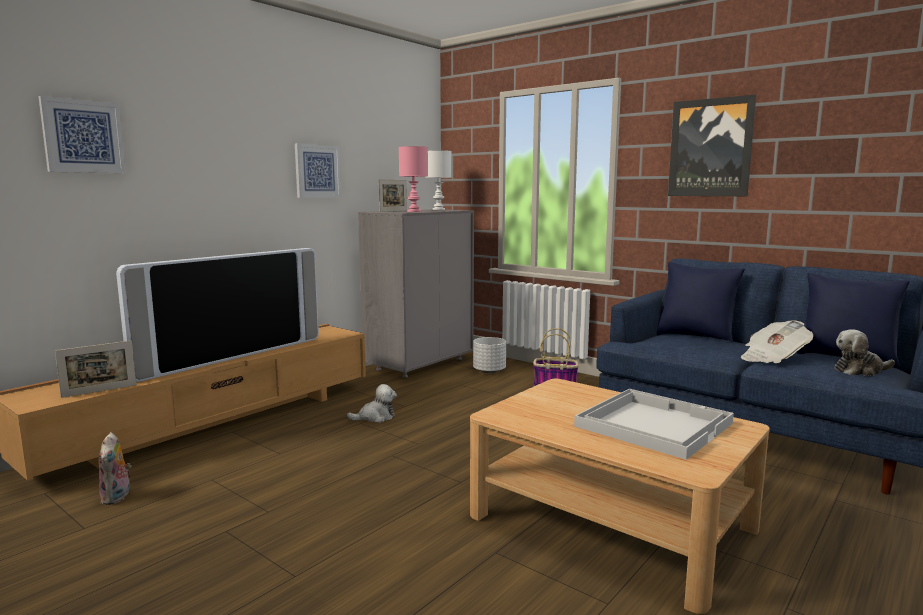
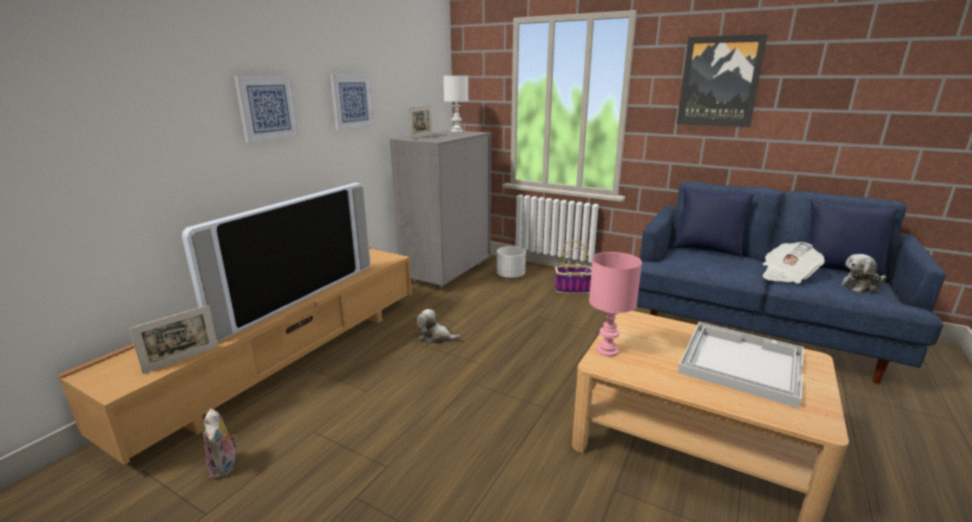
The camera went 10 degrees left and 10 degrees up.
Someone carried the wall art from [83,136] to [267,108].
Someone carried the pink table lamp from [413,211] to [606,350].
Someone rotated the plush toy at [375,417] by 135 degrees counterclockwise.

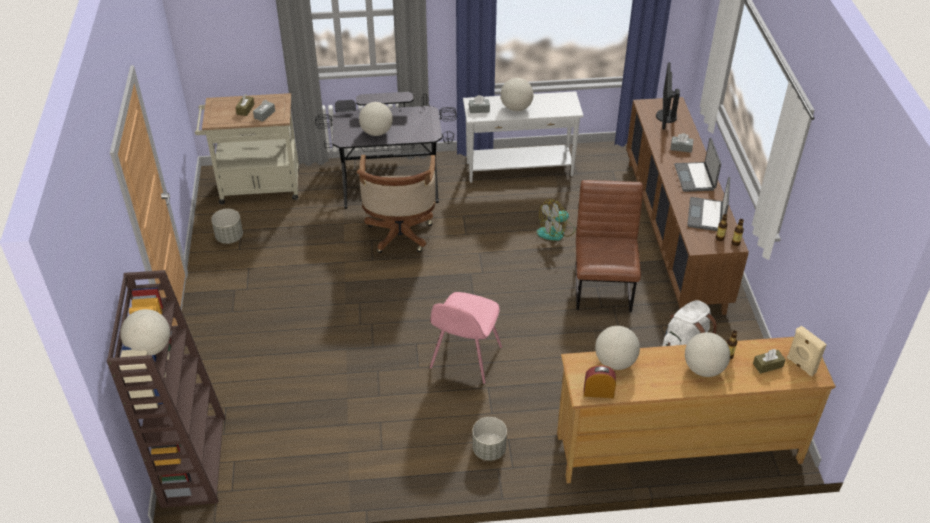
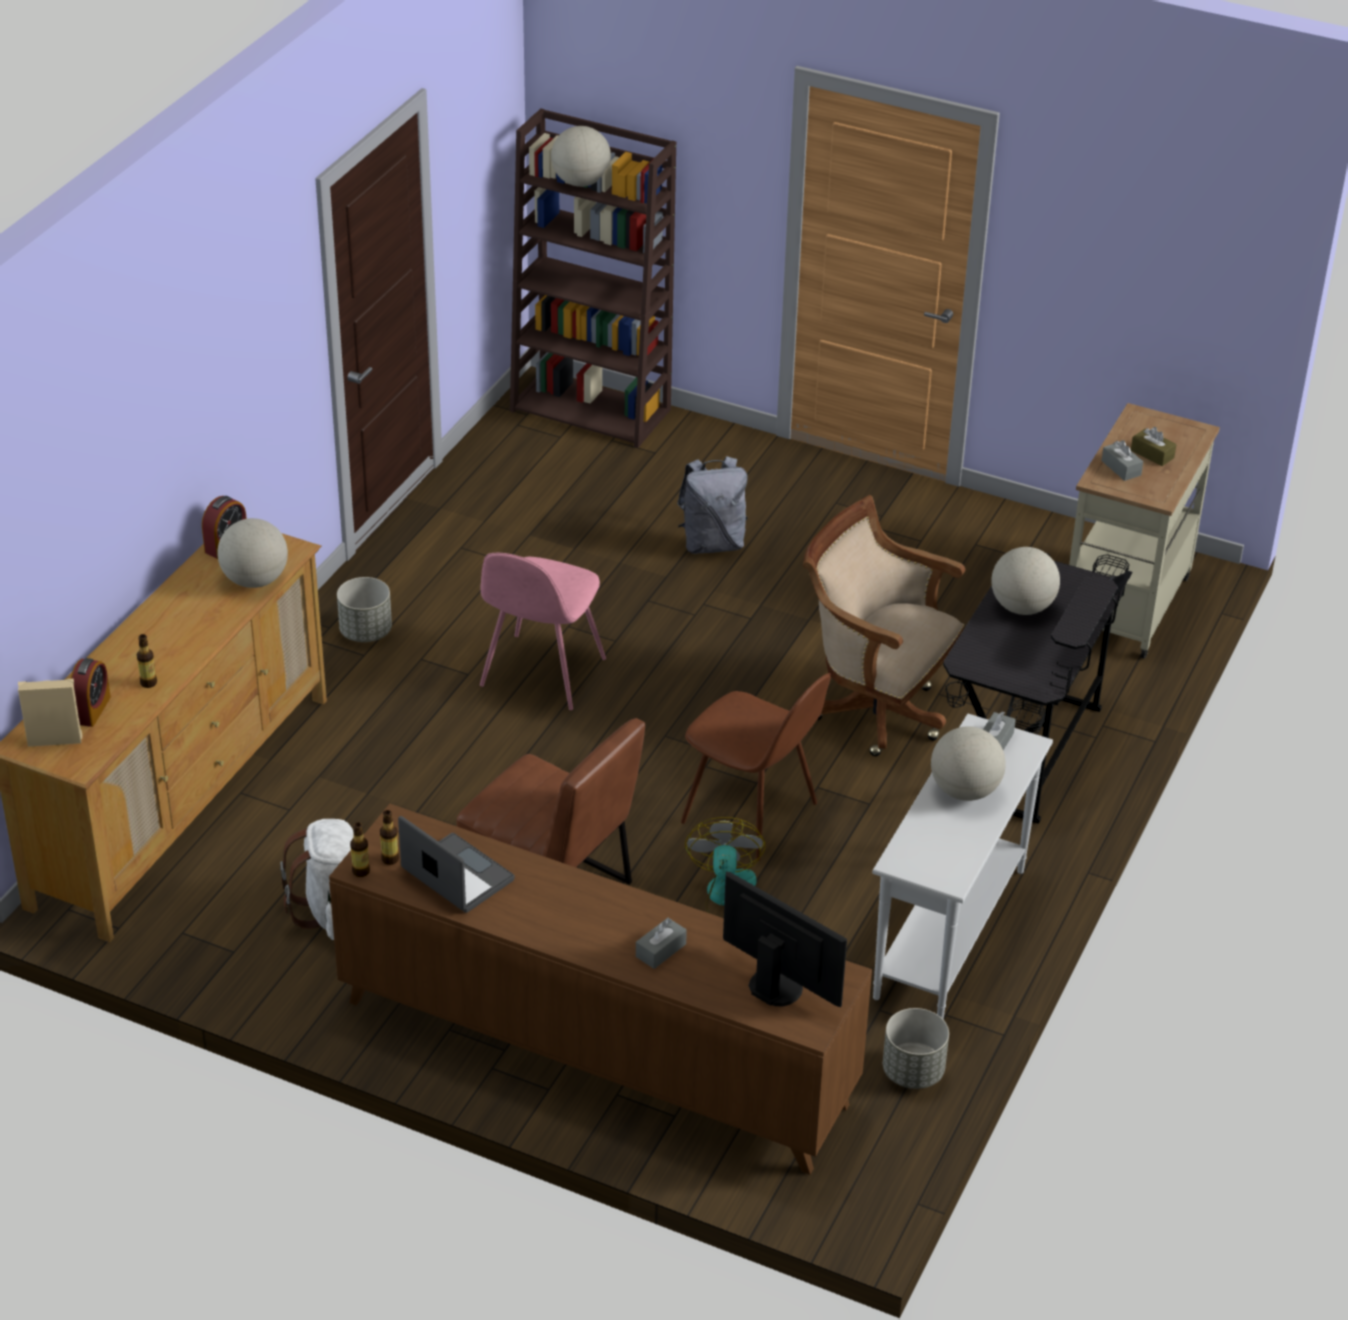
The camera went 120 degrees right and 5 degrees down.
Someone took away the laptop at [695,178].
Someone took away the globe at [703,368].
Someone put down the grey rucksack at [712,543].
Someone put down the brown plain chair at [752,815].
Someone carried the grey plant pot from [229,237] to [913,1072].
Someone swapped the brown tissue holder at [767,365] for the alarm clock at [92,710].
Someone rotated the pink plain chair at [465,359] by 120 degrees counterclockwise.

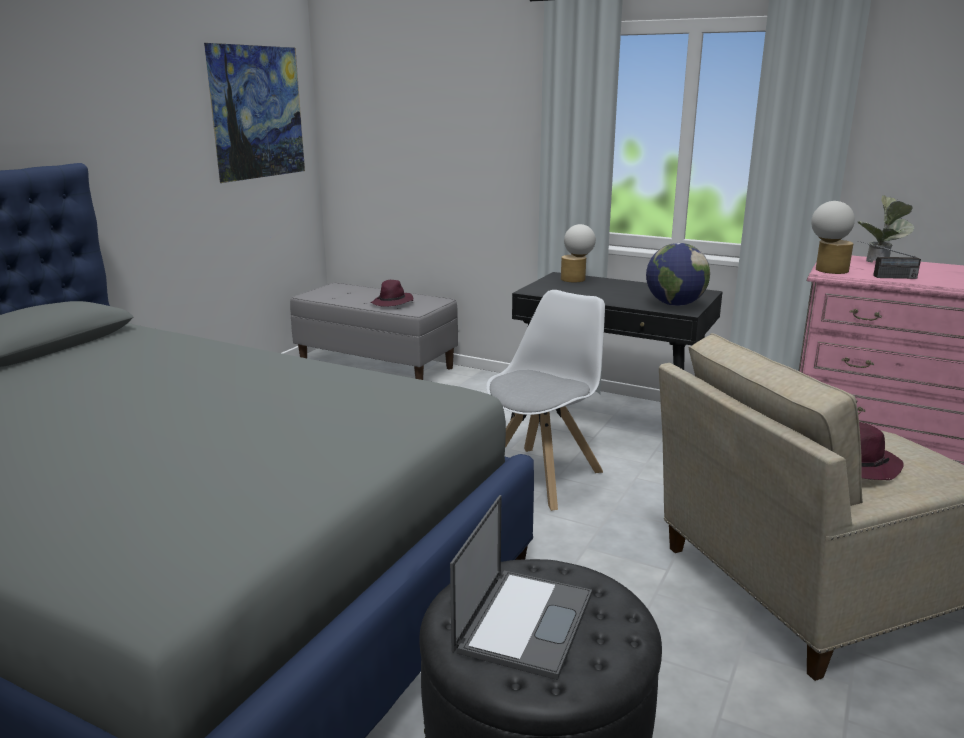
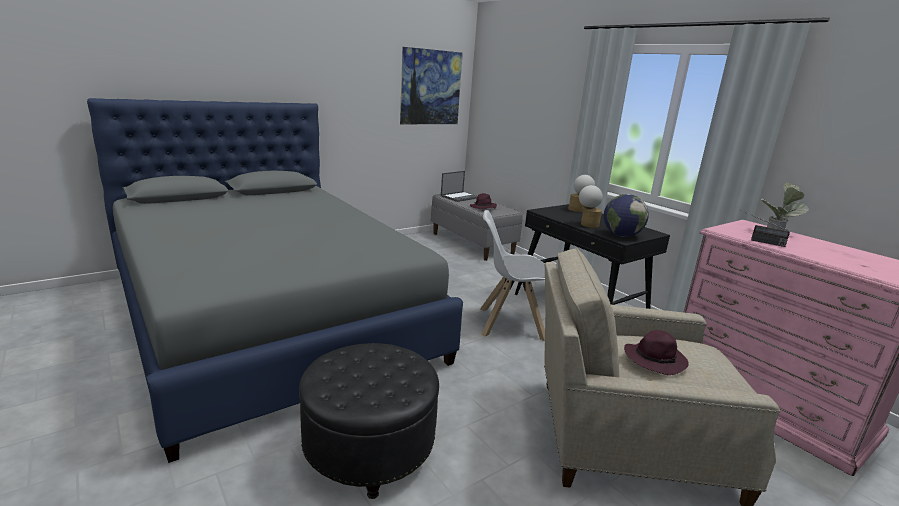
The camera went 25 degrees right and 0 degrees up.
Someone carried the laptop from [524,620] to [460,197].
Someone carried the table lamp from [826,270] to [587,224].
Someone rotated the plain chair at [542,475] by 150 degrees counterclockwise.

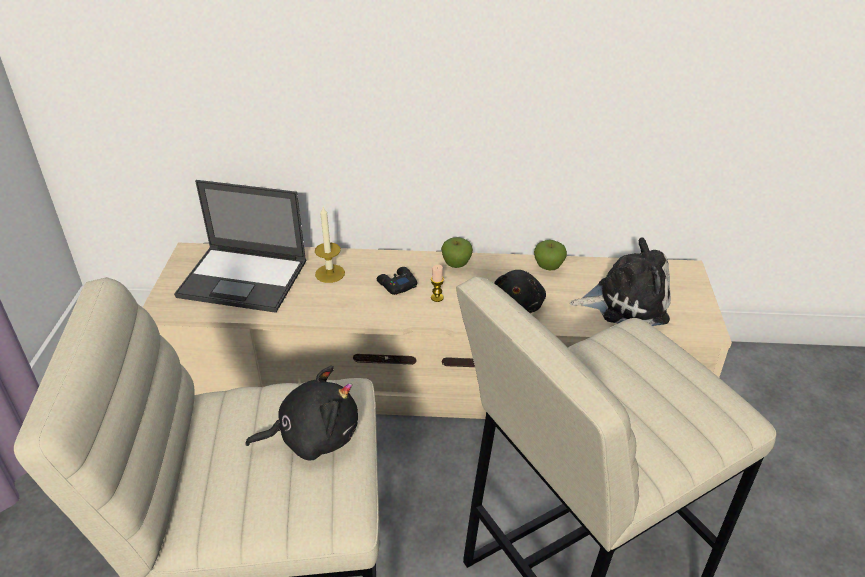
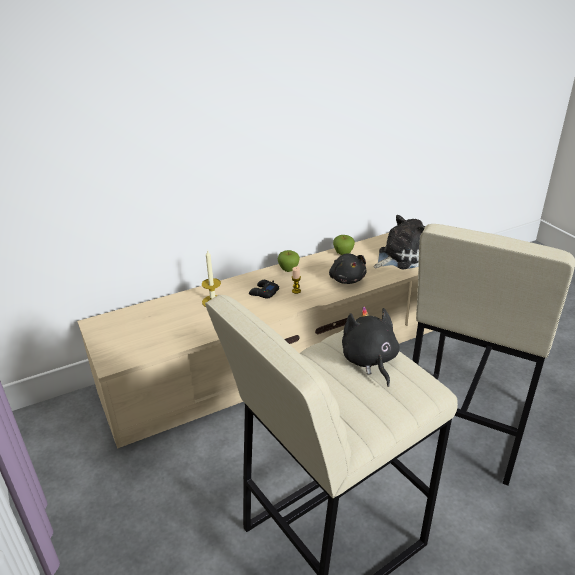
The camera went 30 degrees left and 5 degrees down.
Someone took away the laptop at [244,279].
Someone rotated the blackish plush toy at [313,437] by 60 degrees counterclockwise.

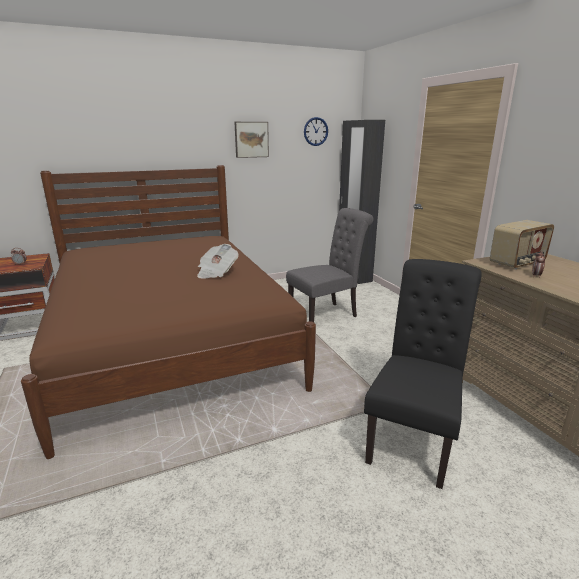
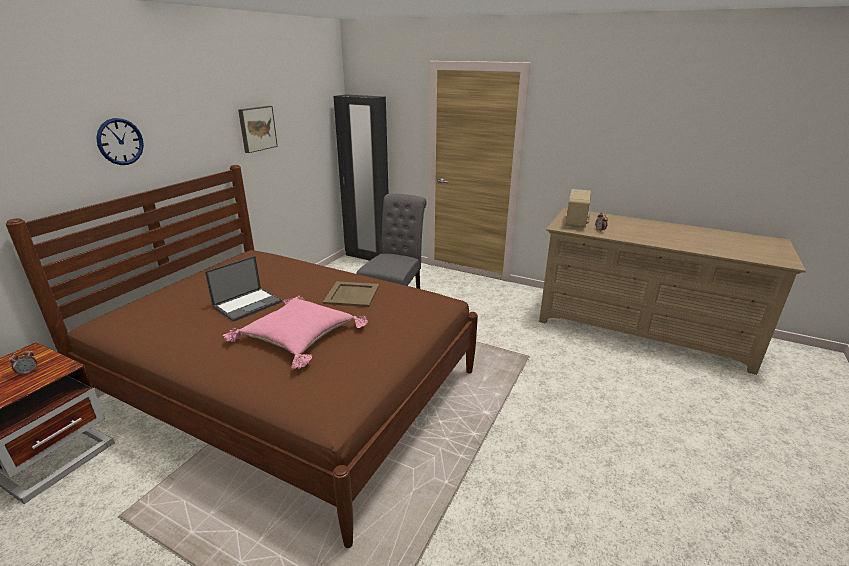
The camera went 40 degrees left and 5 degrees up.
Someone took away the blackish plain chair at [413,437].
Someone put down the laptop at [248,304].
Someone put down the pink pillow at [298,334].
Someone carried the hanging clock from [315,131] to [120,141].
Someone swapped the newspaper at [216,272] for the beige-coloured tray at [352,294].

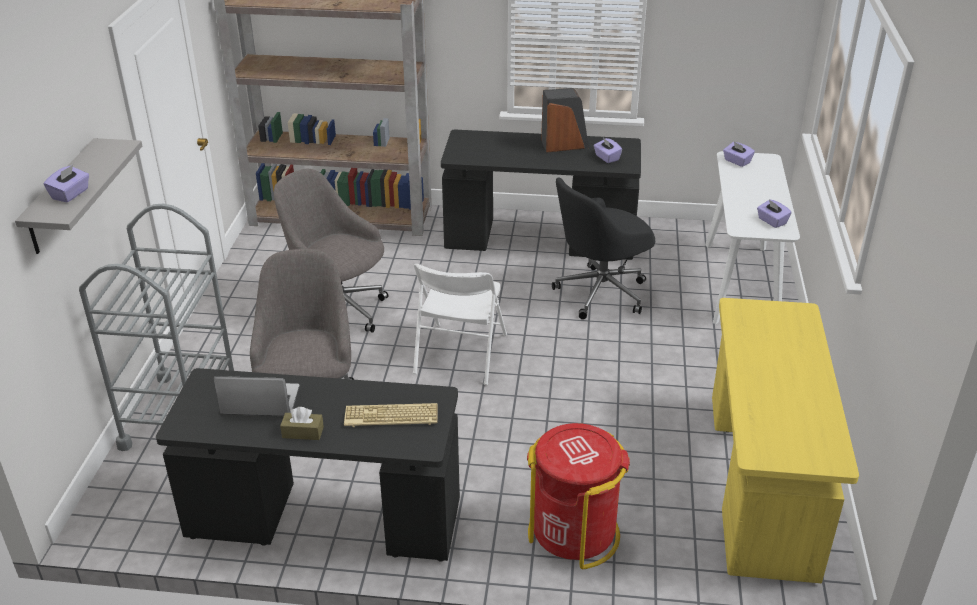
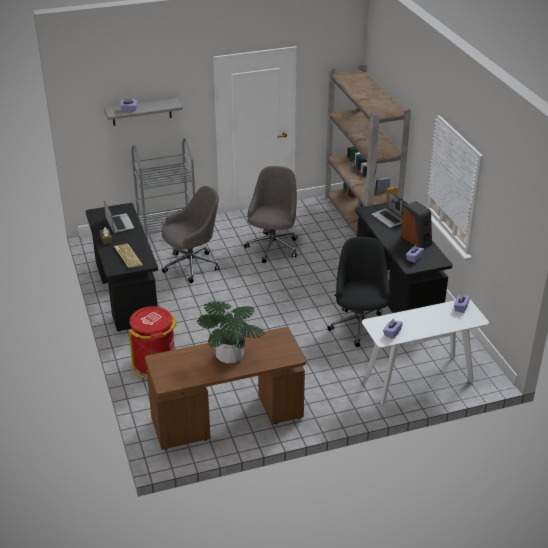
The camera went 65 degrees right and 0 degrees up.
Someone took away the white plain chair at [460,354].
Someone put down the houseplant at [230,356].
Someone put down the laptop at [389,218].
Someone repainted the yellowish desk unit at [761,484], which became the brown desk unit at [227,419].
Someone rotated the blackish desk chair at [600,294] by 60 degrees clockwise.

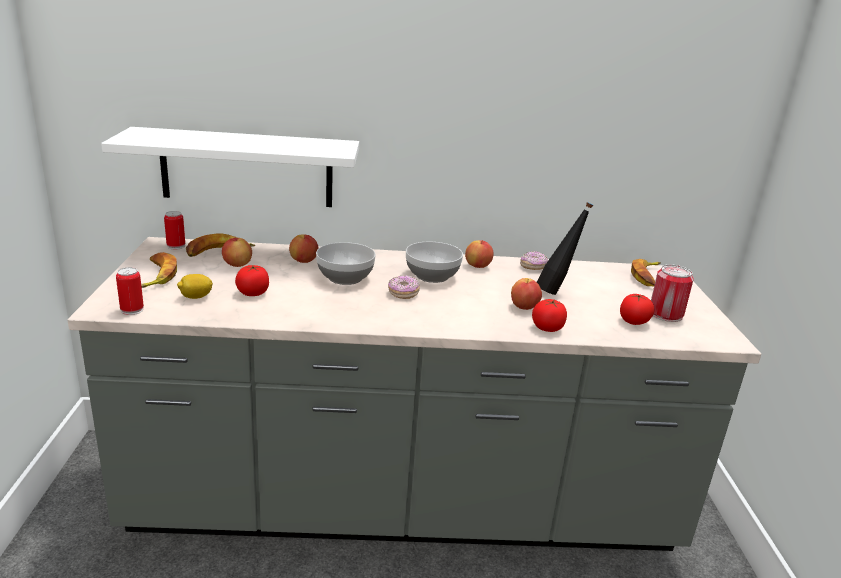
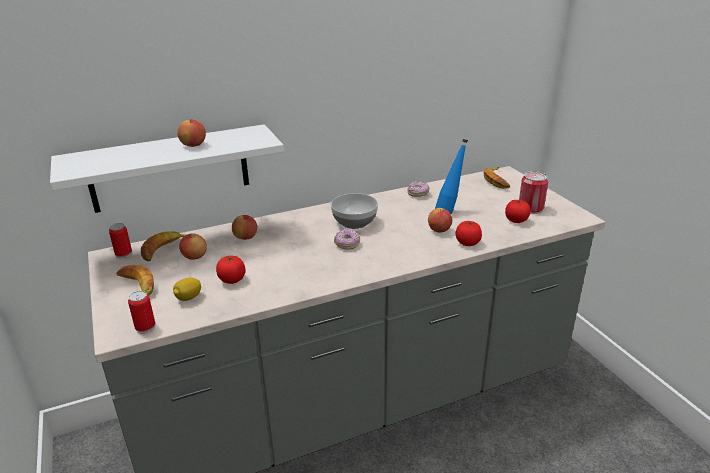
The camera went 20 degrees left and 5 degrees up.
Someone took away the deep dish at [346,277].
Someone carried the apple fruit from [478,266] to [194,145].
Someone repainted the blackish bottle at [556,291], which became the blue bottle at [449,210].

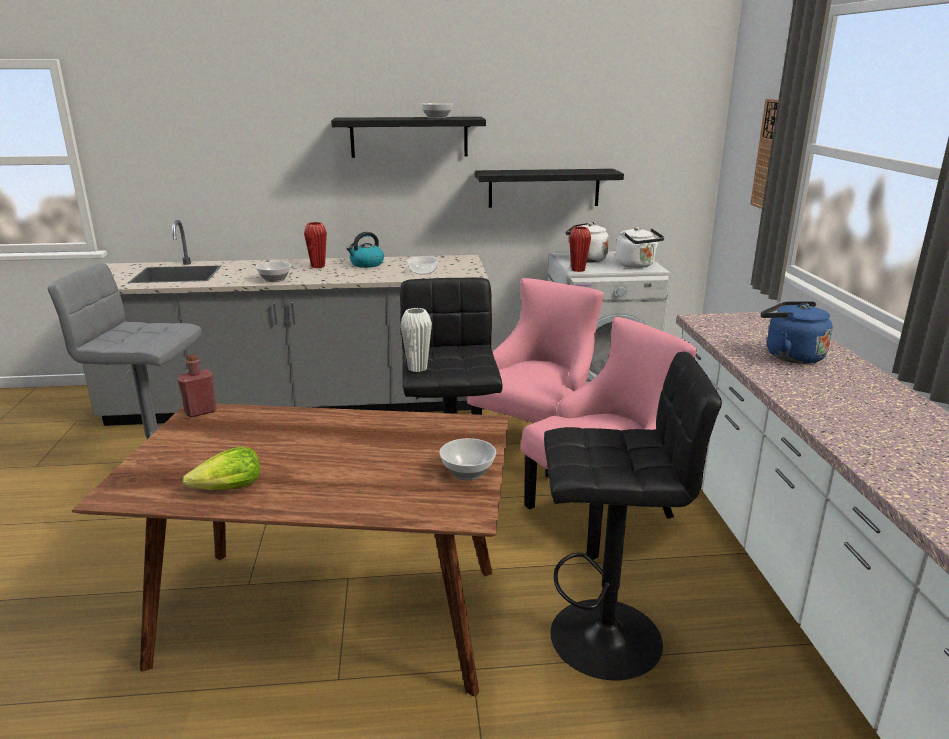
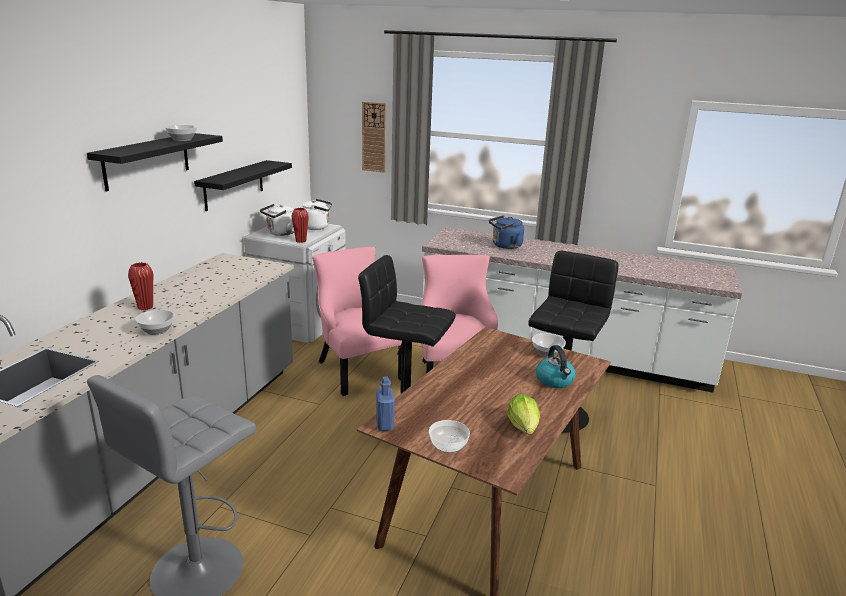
The camera went 65 degrees left and 0 degrees up.
Someone took away the white vase at [417,368].
Someone carried the water kettle from [366,264] to [555,381].
Someone carried the deep dish from [423,272] to [448,444].
Someone repainted the red bottle at [200,412], which became the blue bottle at [384,424].

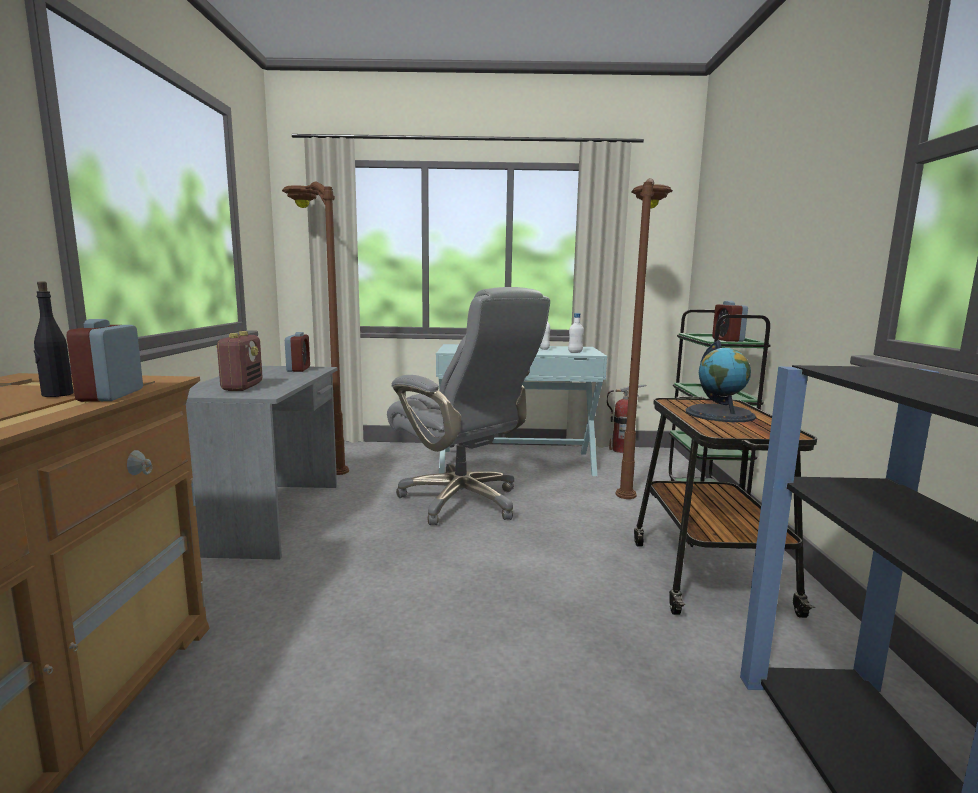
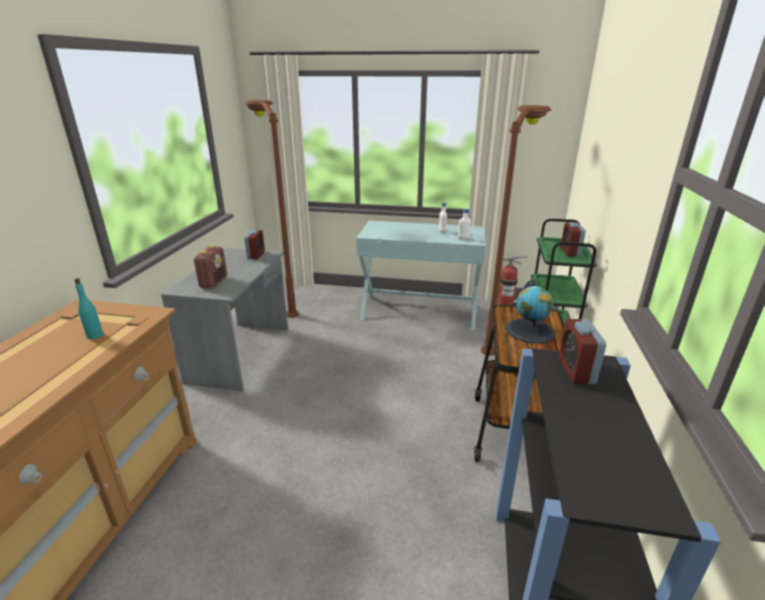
The camera went 10 degrees right and 15 degrees up.
Someone took away the grey desk chair at [462,503].
Someone carried the alarm clock from [111,395] to [576,371].
Someone repainted the blackish bottle at [57,394], which became the turquoise-coloured bottle at [94,335].

